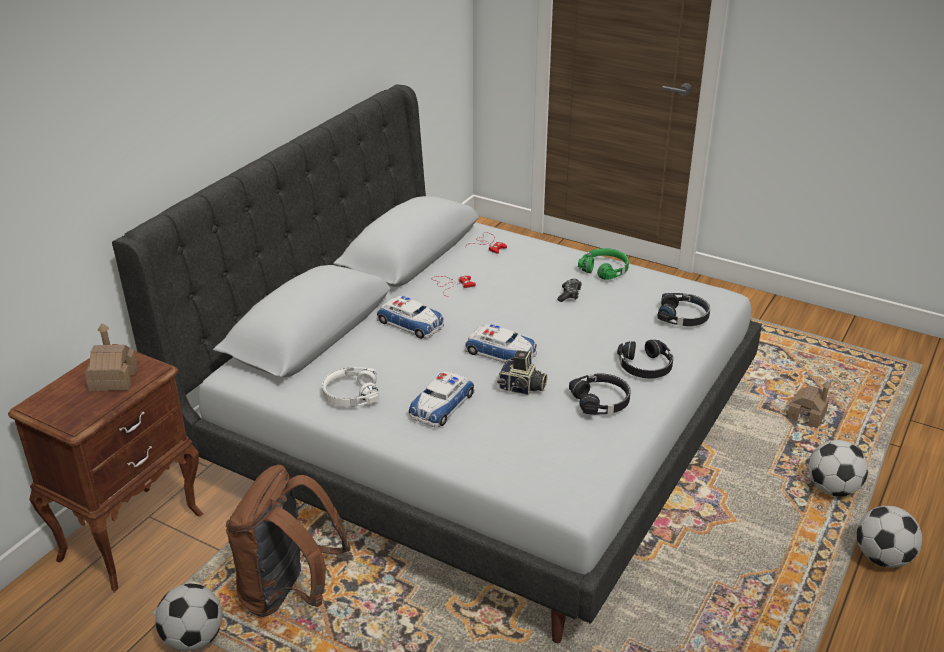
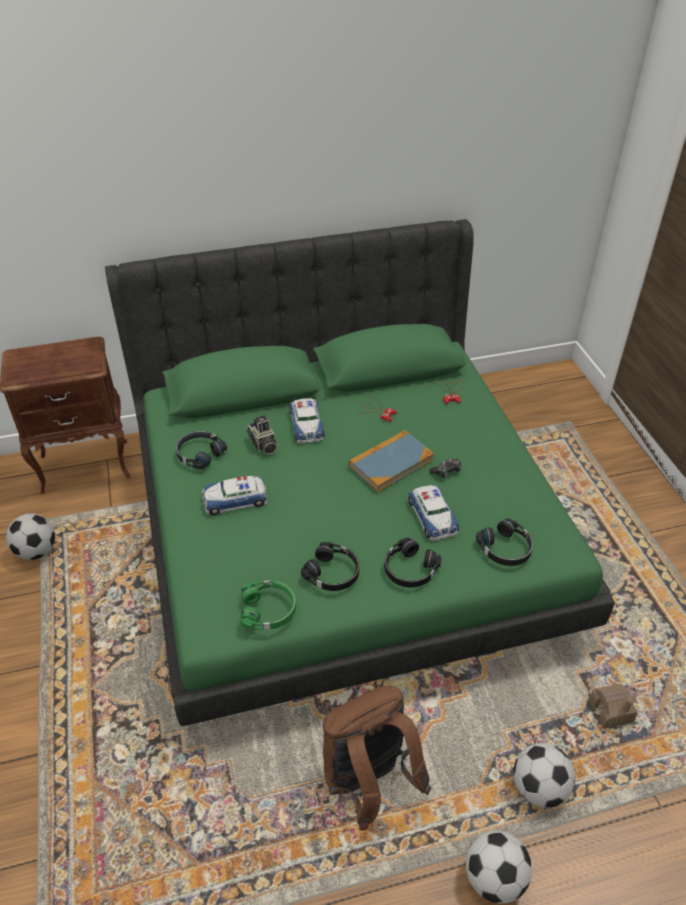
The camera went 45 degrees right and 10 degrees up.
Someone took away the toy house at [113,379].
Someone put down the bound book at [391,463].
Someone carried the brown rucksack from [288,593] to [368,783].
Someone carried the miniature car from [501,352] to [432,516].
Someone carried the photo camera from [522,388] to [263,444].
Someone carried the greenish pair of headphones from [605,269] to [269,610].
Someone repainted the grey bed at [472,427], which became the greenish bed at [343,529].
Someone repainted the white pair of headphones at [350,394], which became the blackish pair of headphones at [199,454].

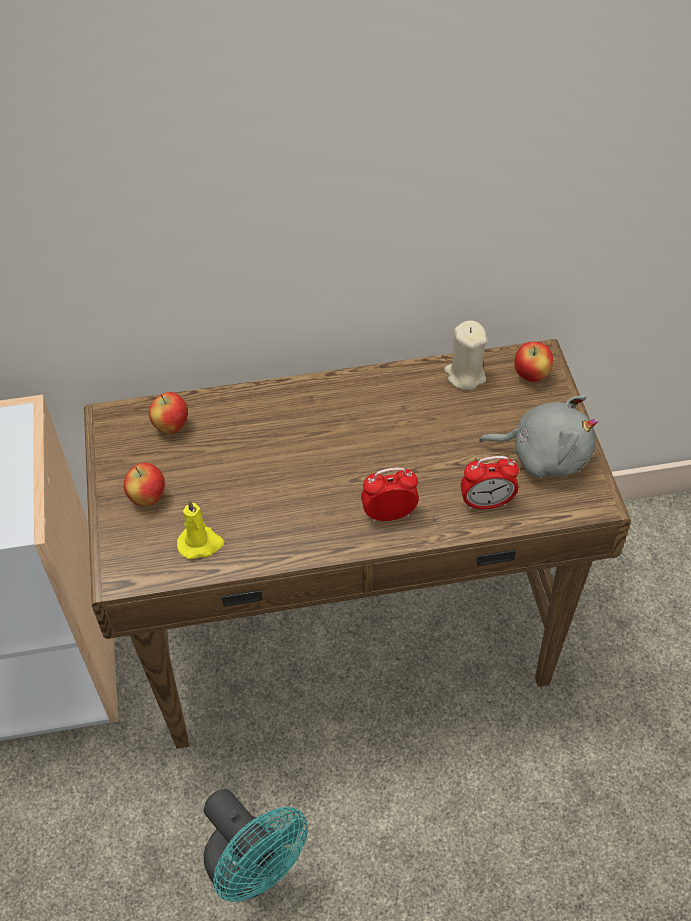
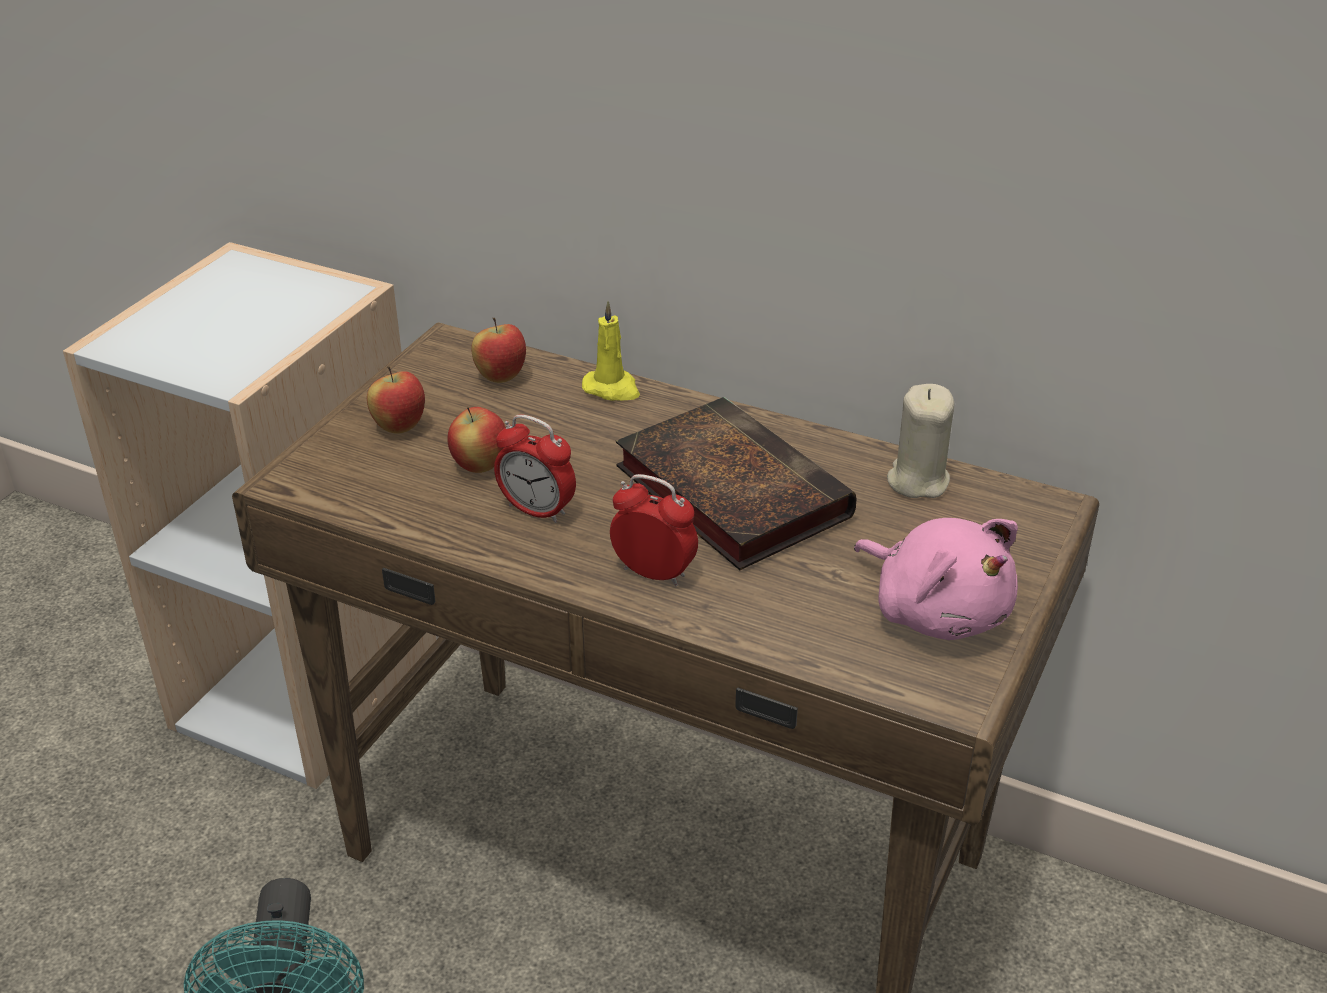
The camera went 35 degrees right and 15 degrees down.
Someone put down the bound book at [726,490].
Someone carried the yellowish wax light from [201,544] to [612,389].
Someone carried the alarm clock from [486,503] to [537,510].
Someone carried the apple fruit from [531,375] to [479,466].
Someone repainted the grey plush toy at [544,455], which became the pink plush toy at [936,610].

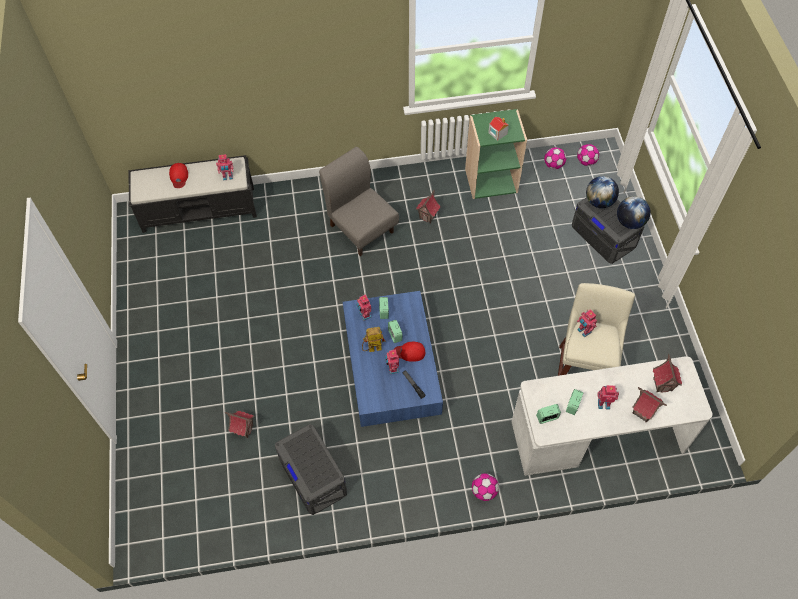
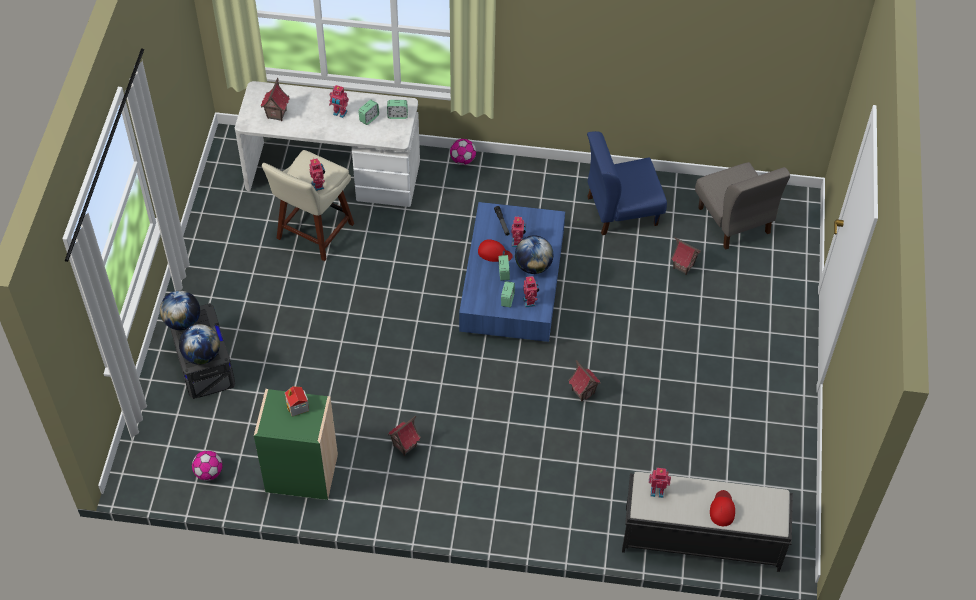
The camera went 165 degrees left and 5 degrees down.
Someone took away the football at [586,162].
Someone carried the grey plain chair from [361,228] to [734,220].
Someone carried the toy house from [643,412] to [583,392].
Someone swapped the grey storage box at [313,476] for the blue plain chair at [621,210].
Someone swapped the robot figure at [372,349] for the globe at [533,266].

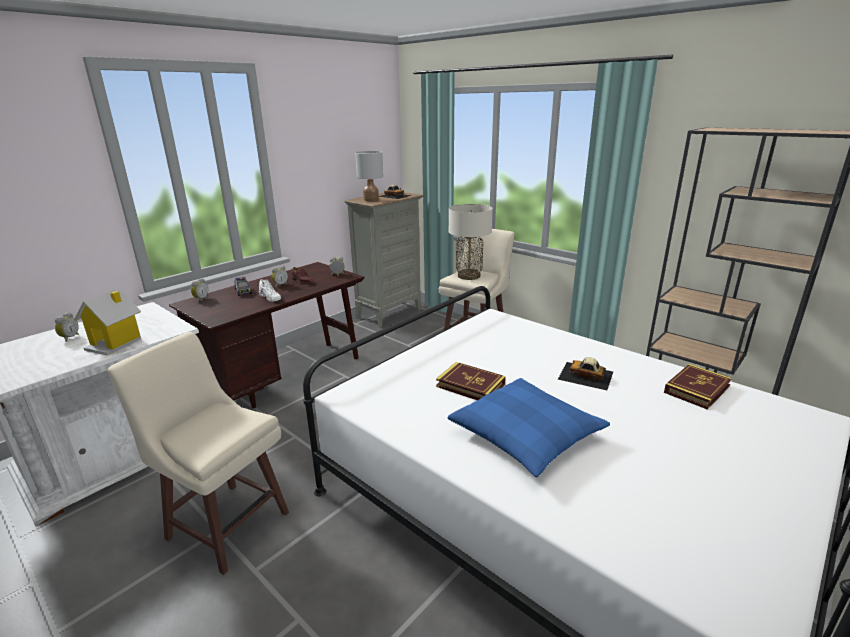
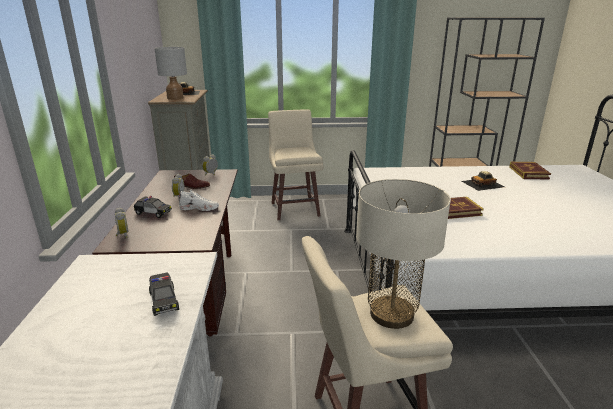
The camera went 45 degrees left and 0 degrees up.
Someone took away the alarm clock at [69,338].
Someone took away the blue pillow at [526,435].
Someone carried the table lamp from [469,276] to [392,314].
Someone swapped the toy house at [116,343] for the miniature car at [164,301].

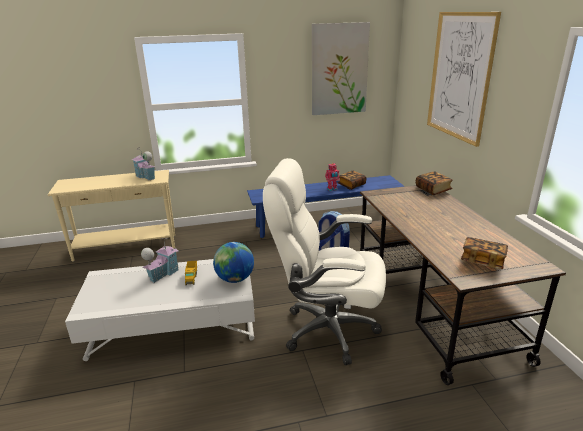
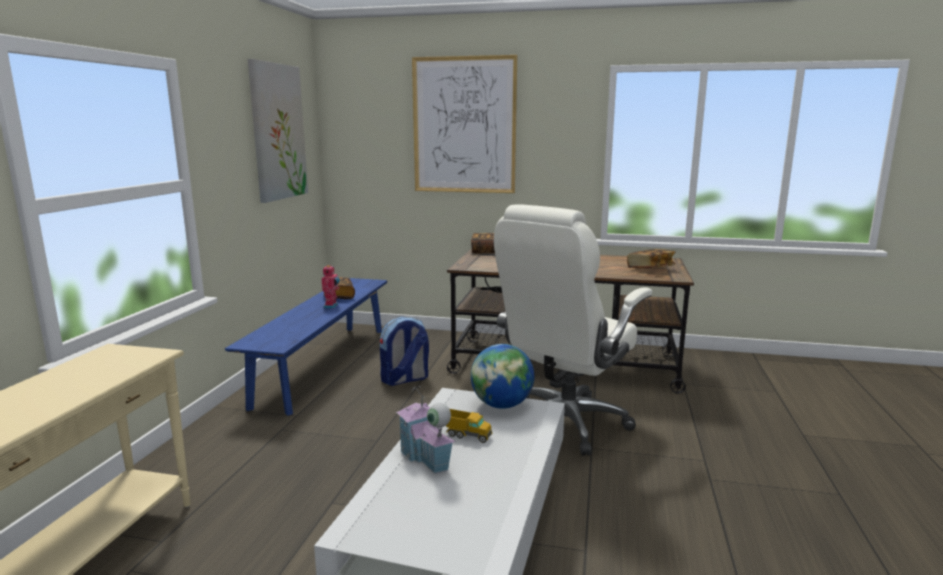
The camera went 65 degrees left and 10 degrees down.
Someone took away the toy house at [146,177].

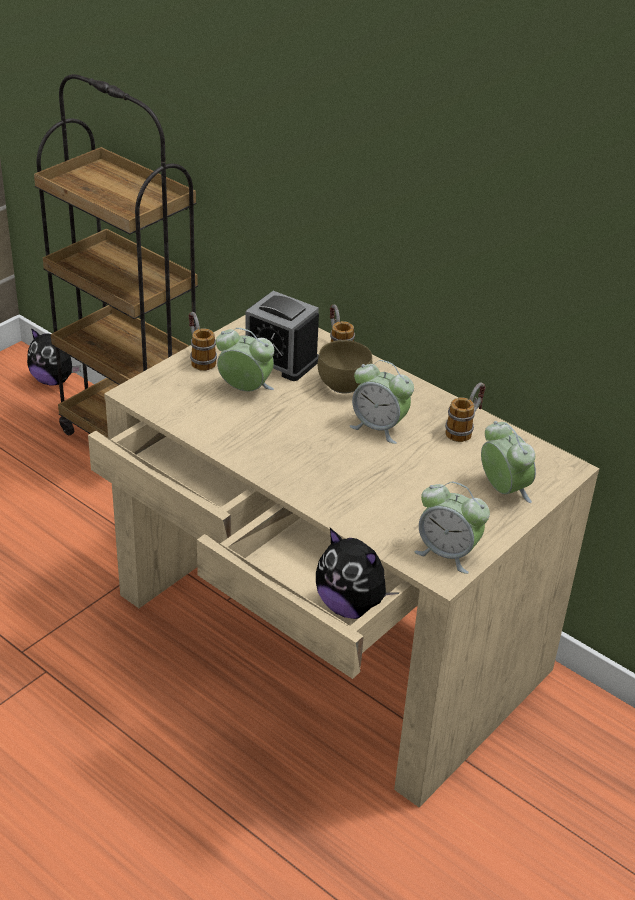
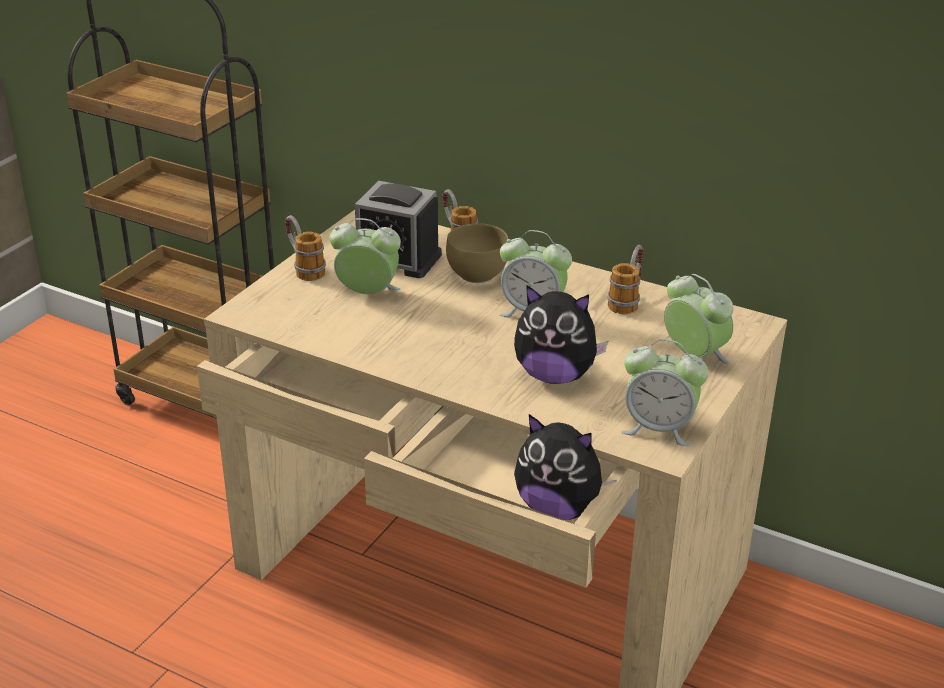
The camera went 10 degrees left and 5 degrees down.
Someone carried the plush toy from [53,380] to [555,375].

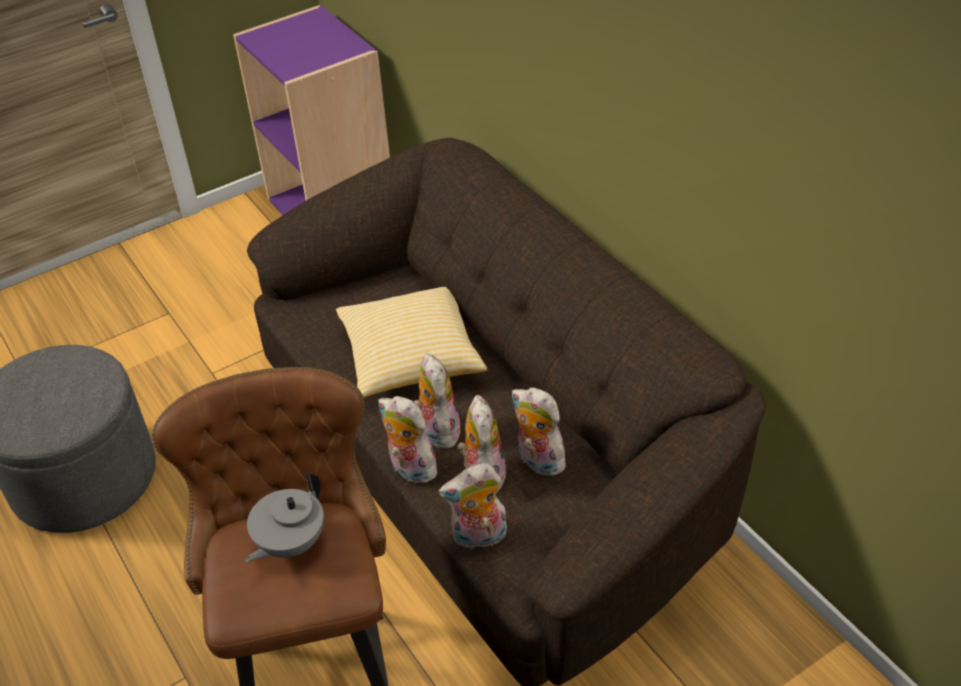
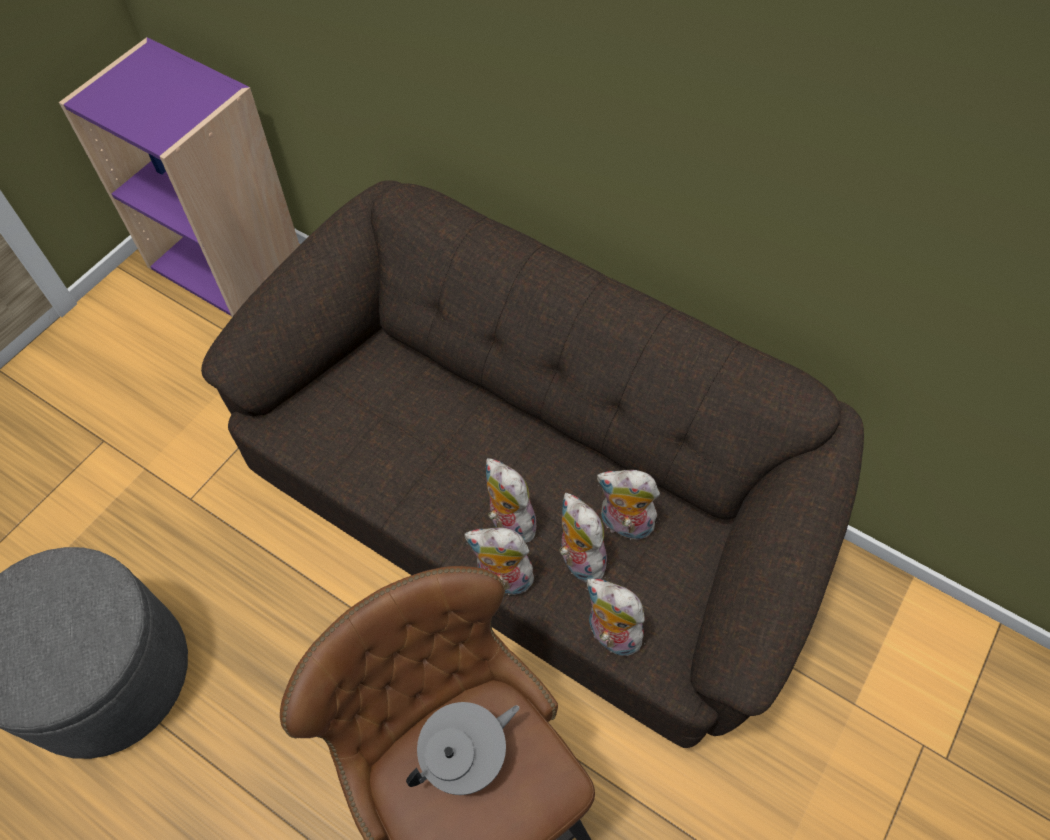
The camera went 25 degrees left and 15 degrees up.
Someone took away the pillow at [411,358].
Someone rotated the grey teapot at [289,543] by 135 degrees counterclockwise.
Someone rotated the plush toy at [478,538] by 75 degrees clockwise.

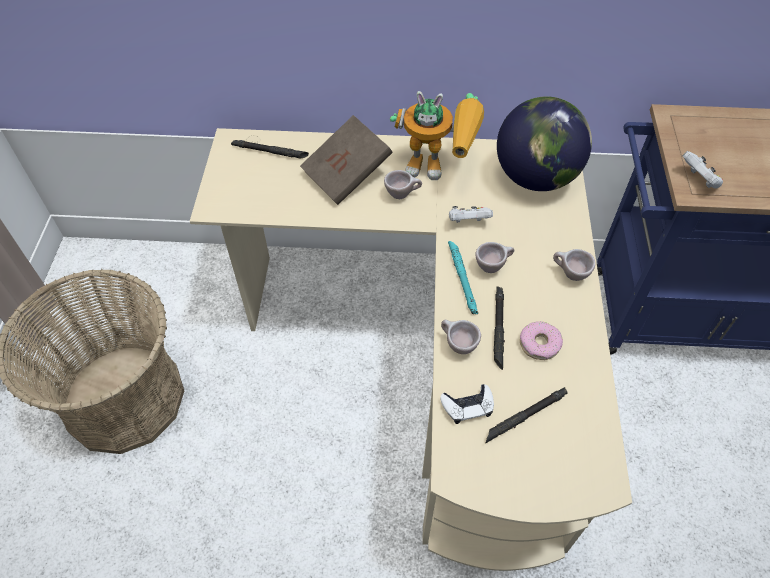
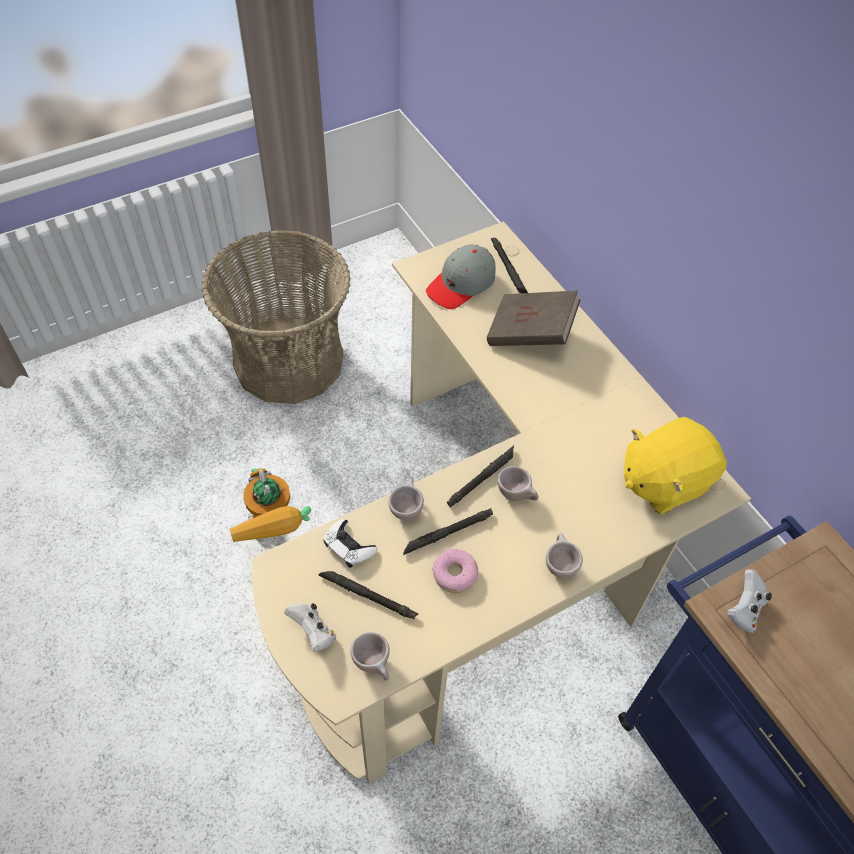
The camera went 55 degrees right and 0 degrees up.
Someone put down the grey cap at [461,284].
Someone carried the beige-coloured drinking cup from [402,194] to [374,665].
Someone carried the robot figure from [439,167] to [274,535].
Someone carried the white joypad from [468,222] to [313,632].
Someone swapped the globe at [536,177] for the yellowish plush toy at [663,481].
Someone repainted the turquoise-coloured hand torch at [462,279], which became the blackish hand torch at [482,478].

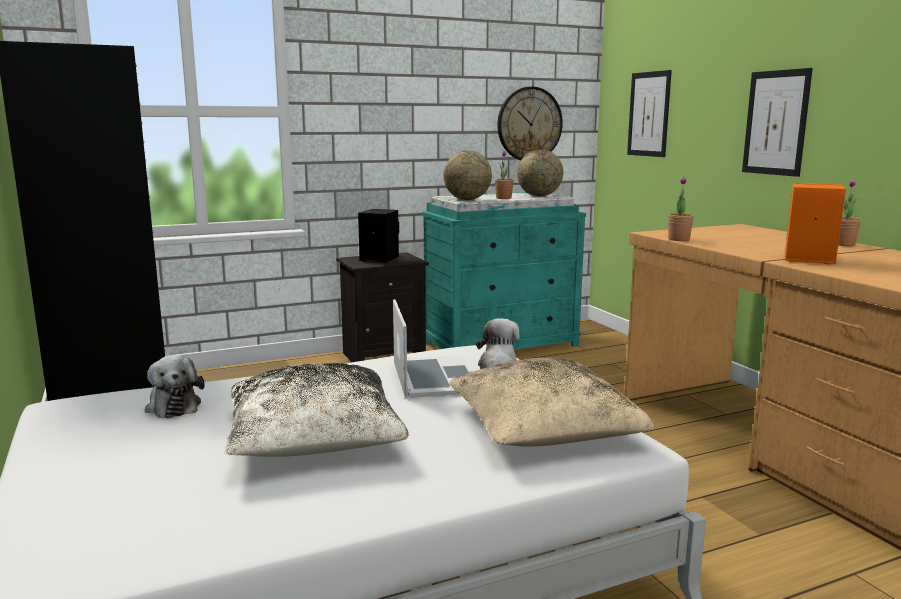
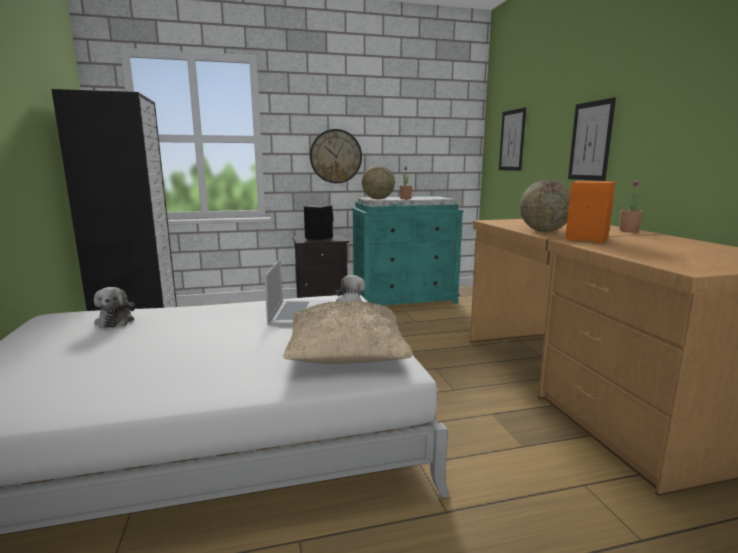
The camera went 10 degrees right and 0 degrees up.
Someone took away the beige-coloured pillow at [314,434].
Someone took away the houseplant at [678,239].
Someone carried the hanging clock from [529,124] to [335,156].
Someone carried the globe from [539,195] to [544,231].

